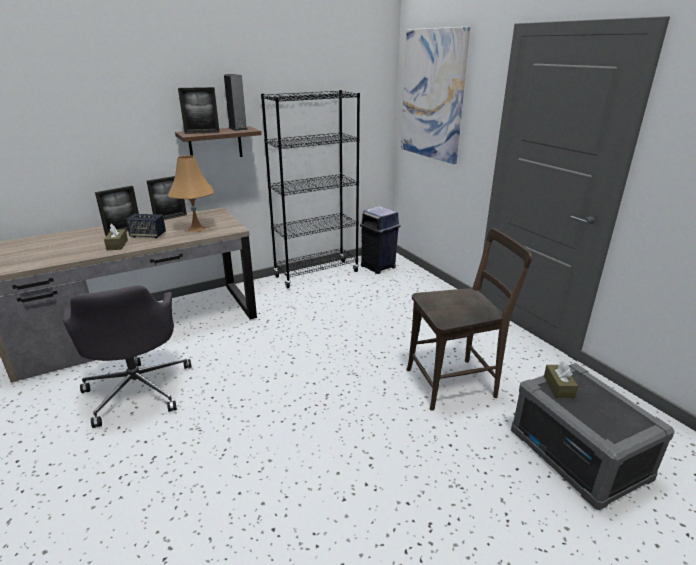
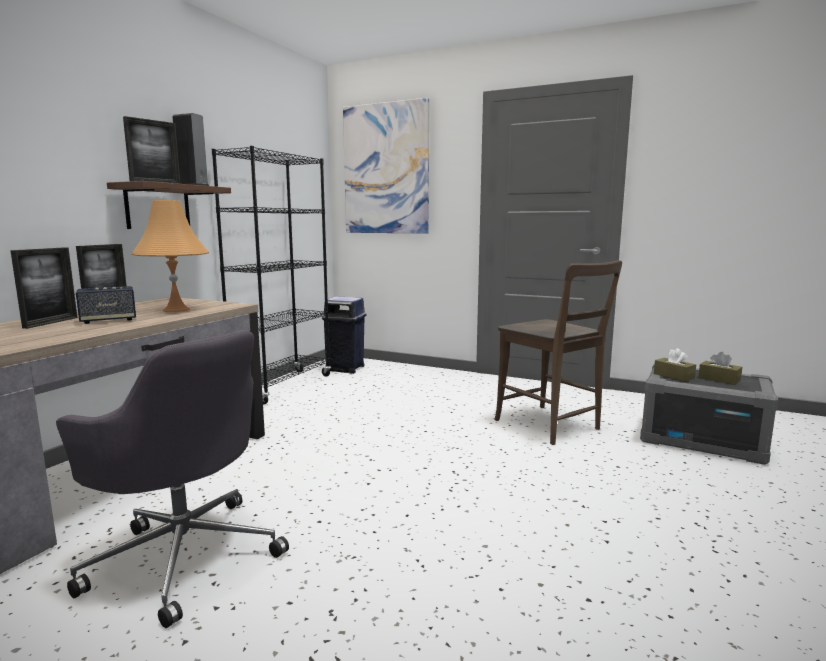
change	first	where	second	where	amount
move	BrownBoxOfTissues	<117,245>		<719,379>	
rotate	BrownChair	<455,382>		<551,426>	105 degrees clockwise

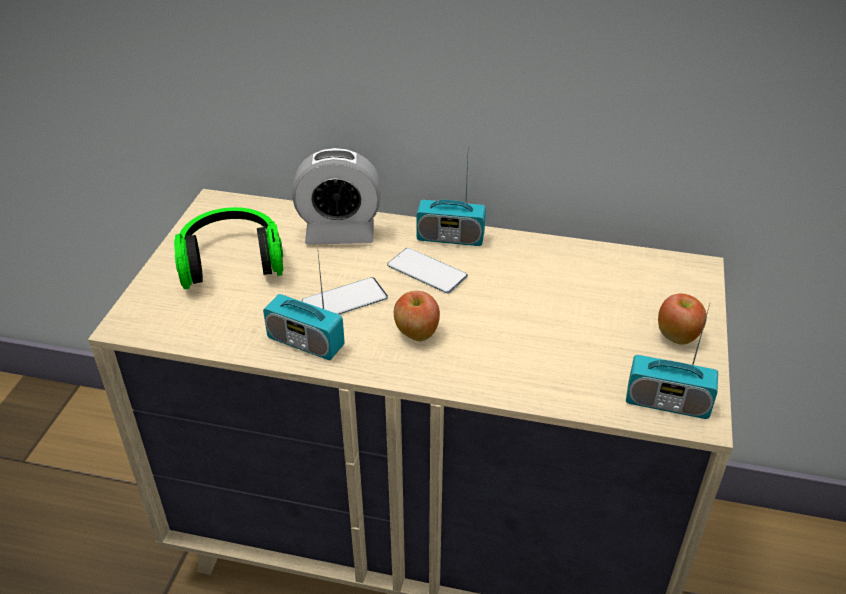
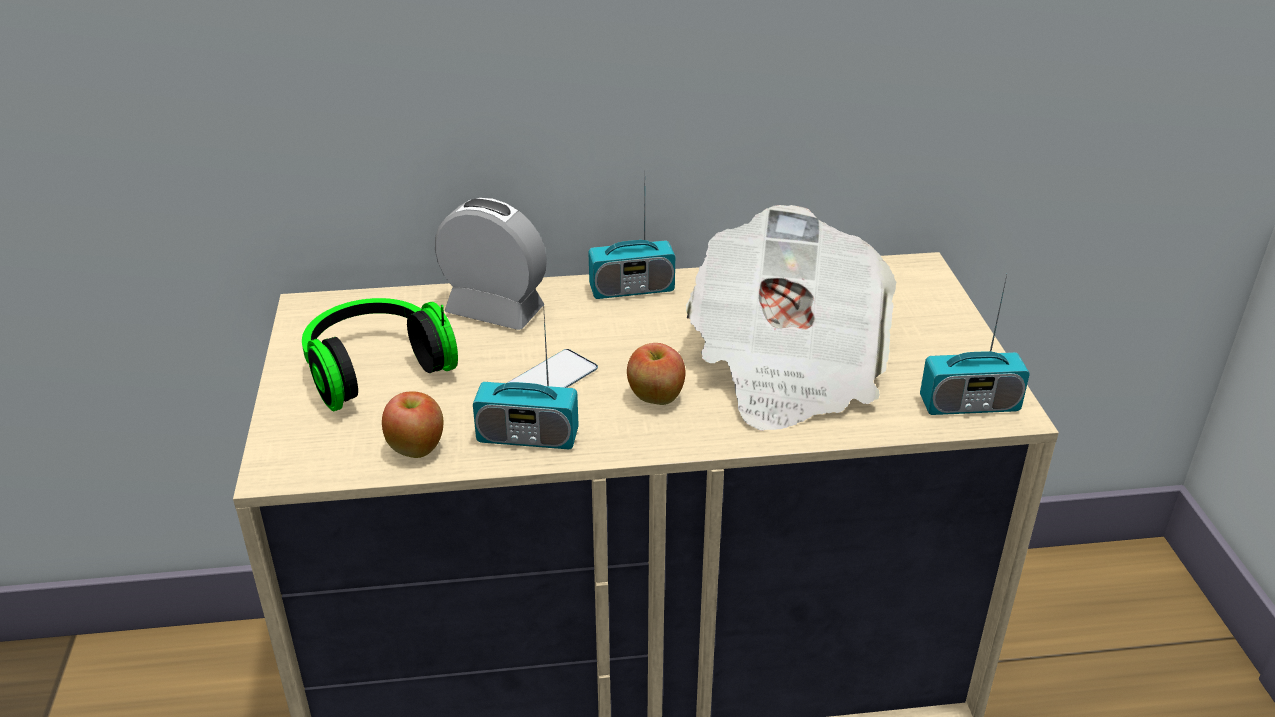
change	first	where	second	where	amount
rotate	BedsideClock	<340,234>		<495,311>	135 degrees counterclockwise
delete	Phone	<427,271>			
move	Apple	<677,336>		<417,448>	
insert			Newspaper	<786,366>	

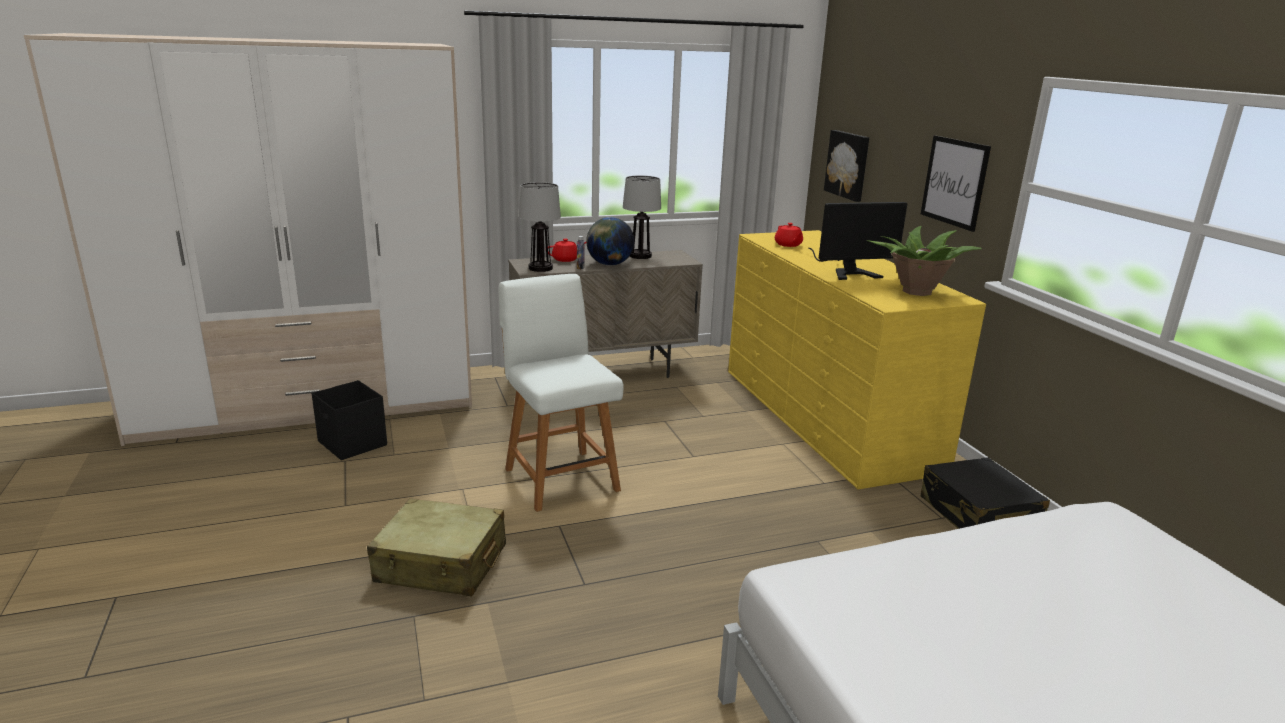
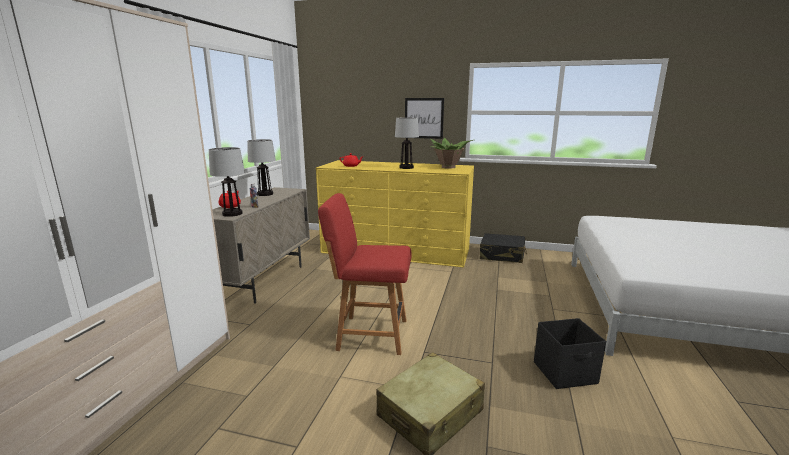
change	first	where	second	where	amount
delete	WallArt	<848,165>			
replace	ComputerScreen	<847,270>	TabletopLamp	<406,167>	
delete	Globe	<609,264>			
recolor	WhiteChair	<560,477>	ReddishChair	<369,334>	
move	BlackishStorageBin	<352,444>		<565,373>	

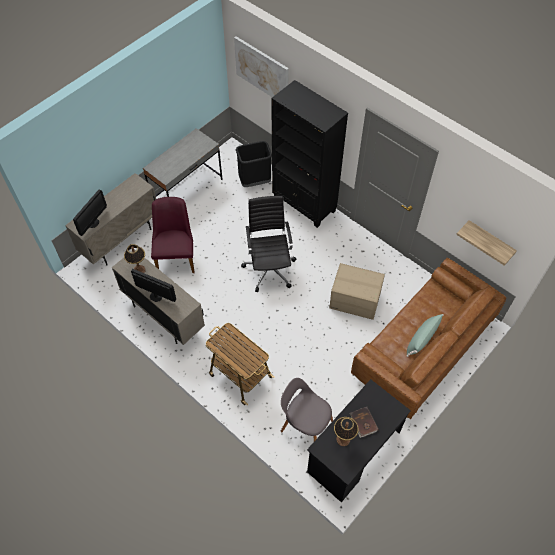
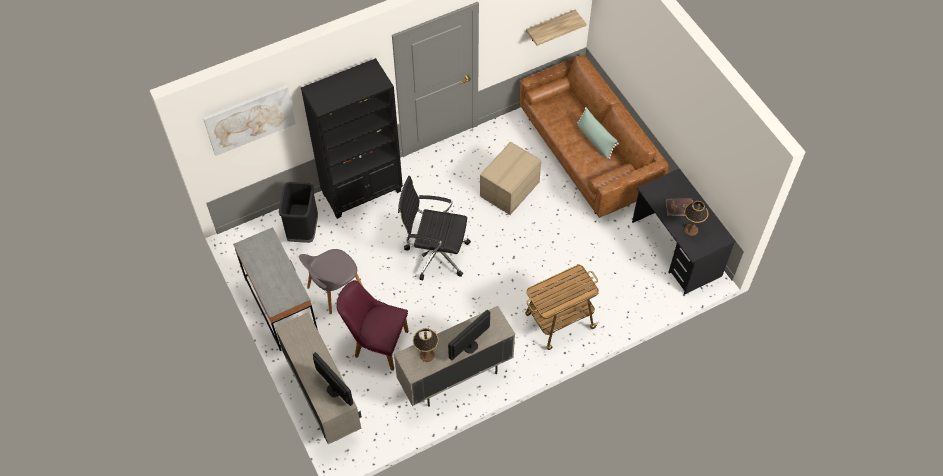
change	first	where	second	where	amount
move	GrayChair	<305,424>		<334,290>	

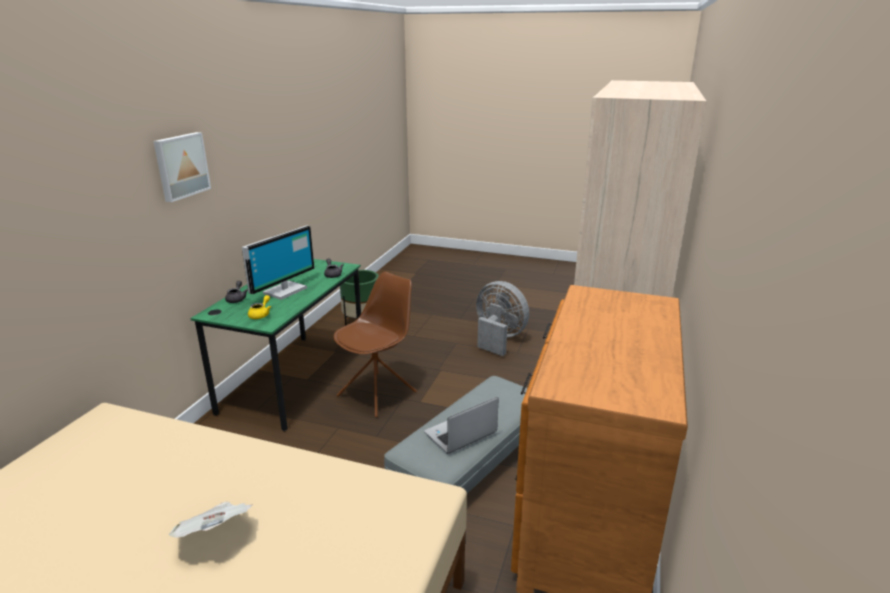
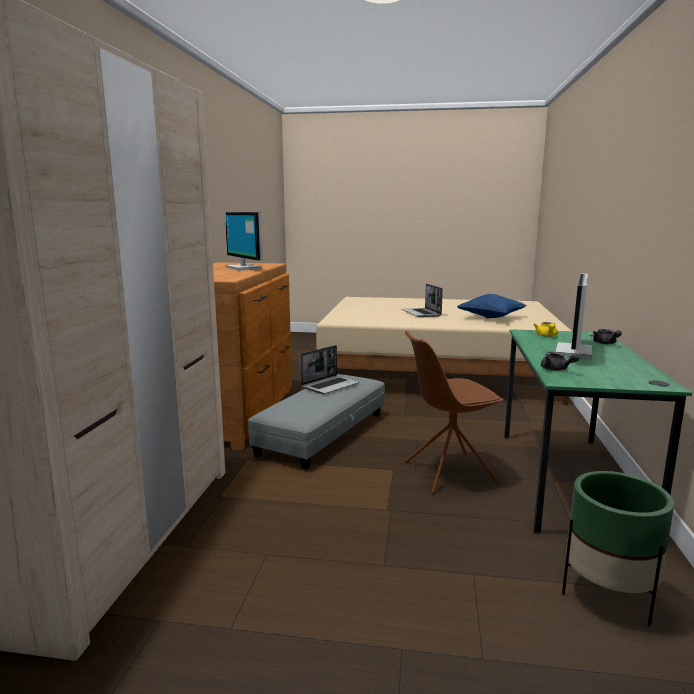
change	first	where	second	where	amount
delete	WallArt	<181,166>			
rotate	BrownChair	<378,393>		<448,473>	45 degrees clockwise
delete	GrayCoolingFan	<498,338>			
replace	Newspaper	<215,533>	NotebookComputer	<422,313>	
insert			ComputerScreen	<244,268>	
insert			BlueColouredPillow	<491,318>	

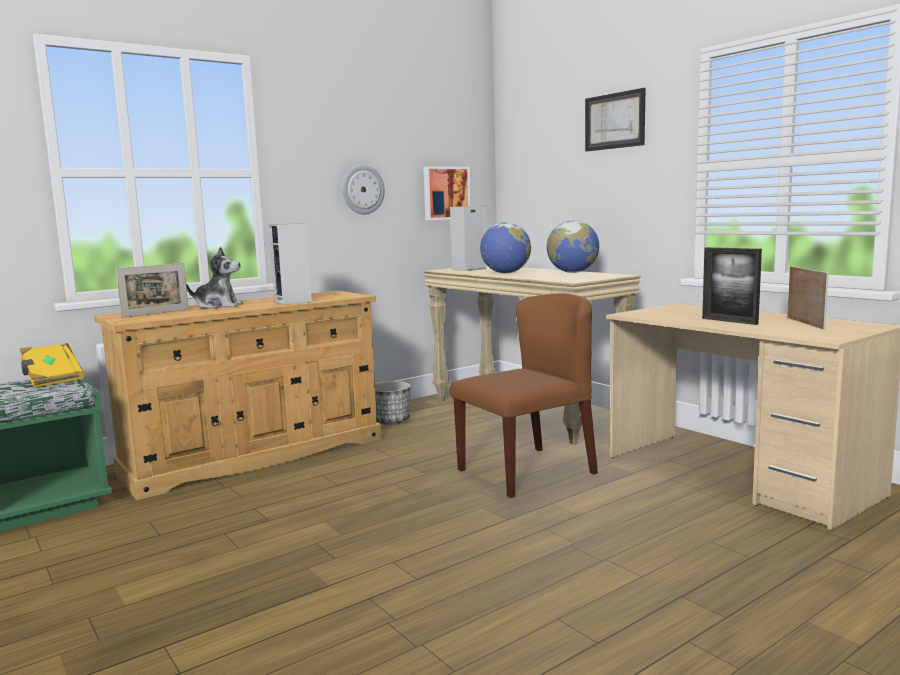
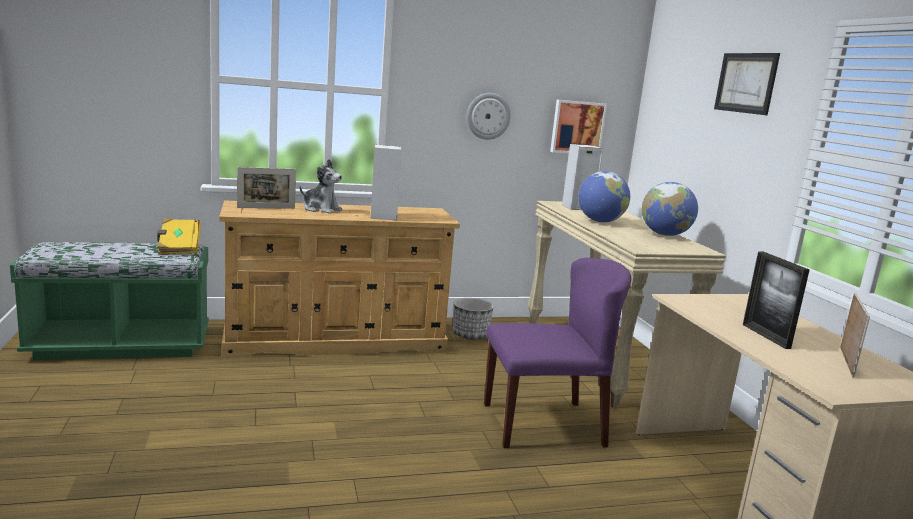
change	first	where	second	where	amount
recolor	BrownChair	<527,471>	PurpleChair	<544,424>	

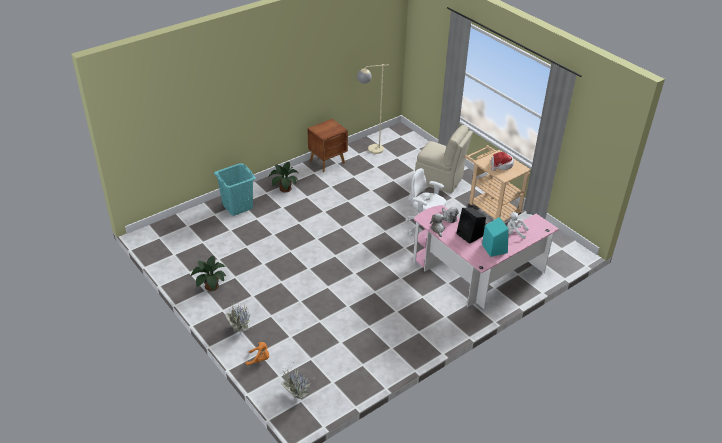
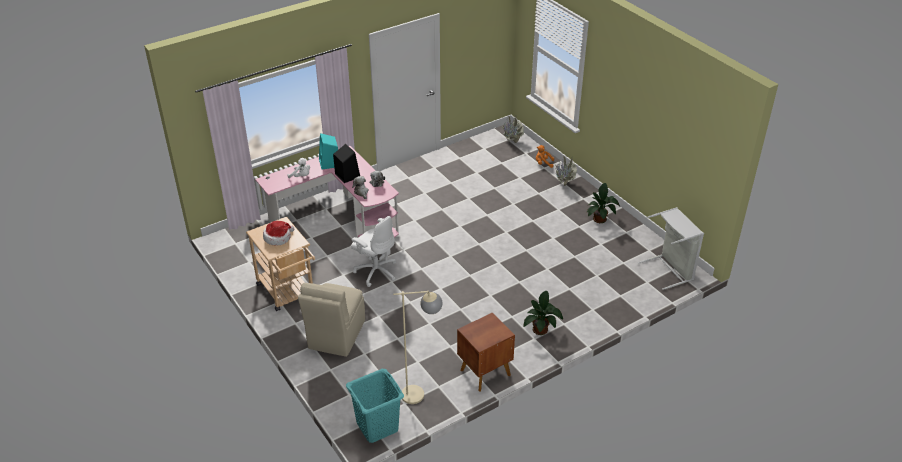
change	first	where	second	where	amount
rotate	SandColouredChair	<439,180>		<336,335>	105 degrees counterclockwise
move	TurquoiseLaundryBasket	<238,206>		<377,426>	
insert			GrayLaundryBasket	<670,270>	

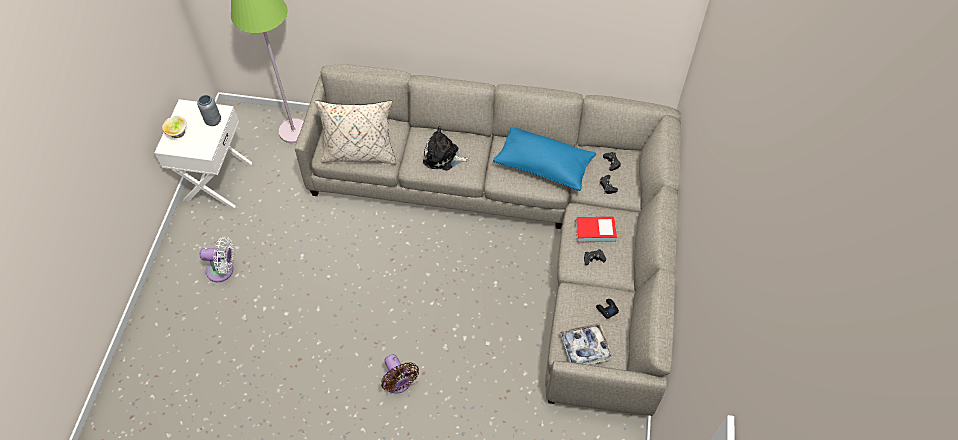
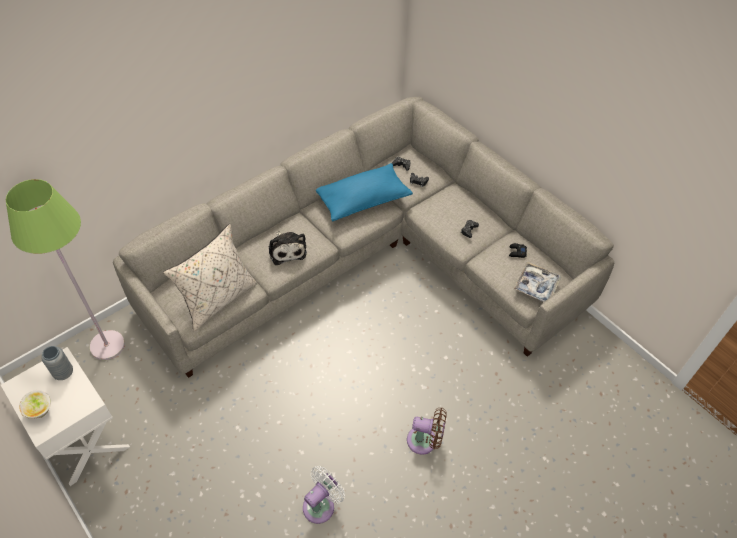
change	first	where	second	where	amount
rotate	CuddlyToy	<443,157>		<286,250>	75 degrees counterclockwise
delete	Book	<595,231>			
move	WhiteCoolingFan	<223,270>		<321,505>	

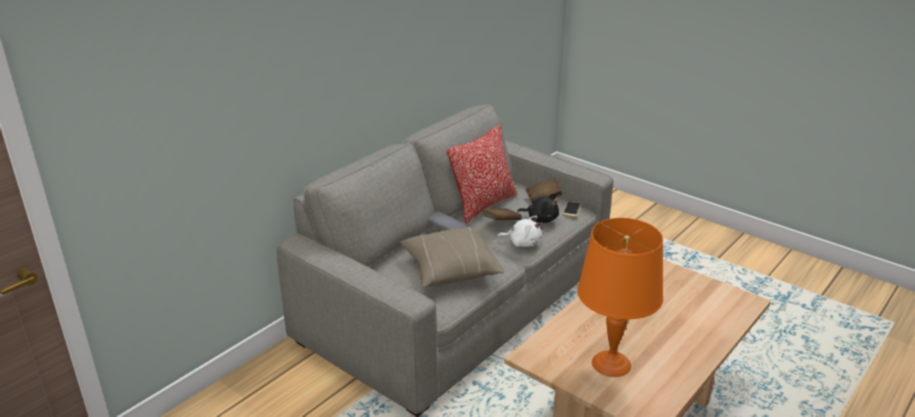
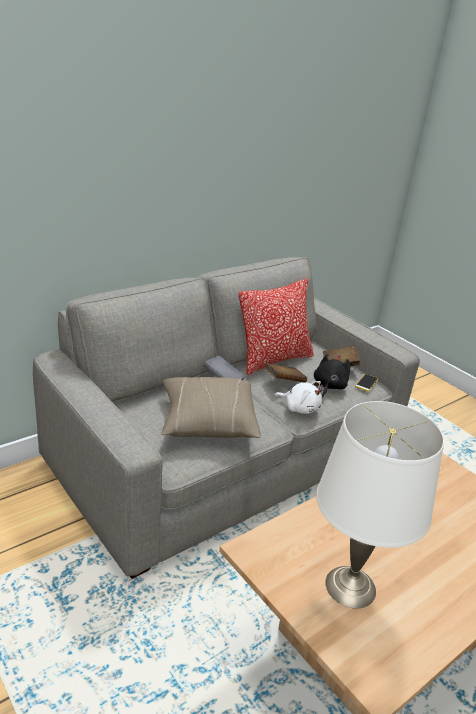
change	first	where	second	where	amount
rotate	BlackishCuddlyToy	<541,219>		<329,386>	105 degrees counterclockwise
recolor	OrangeyTabletopLamp	<611,364>	WhiteTabletopLamp	<351,587>	

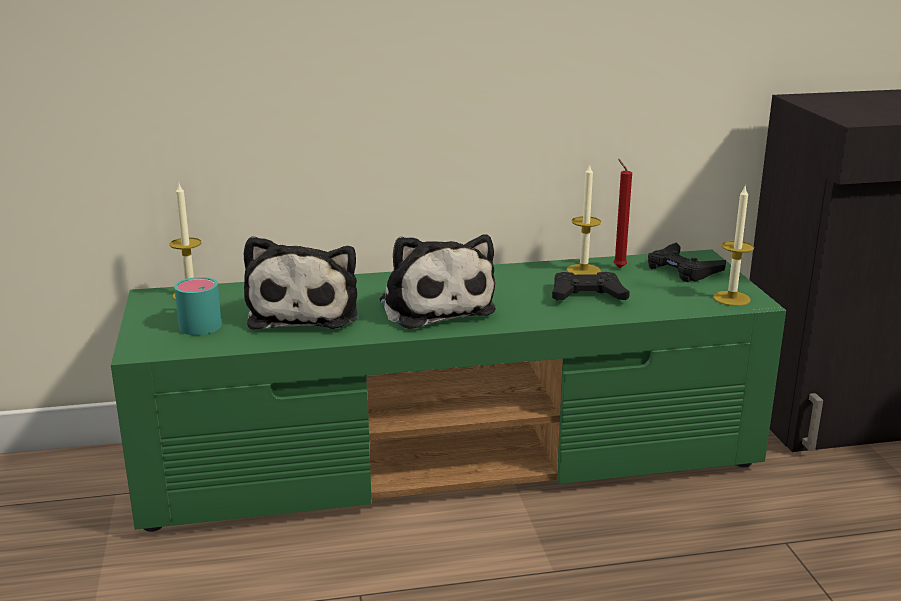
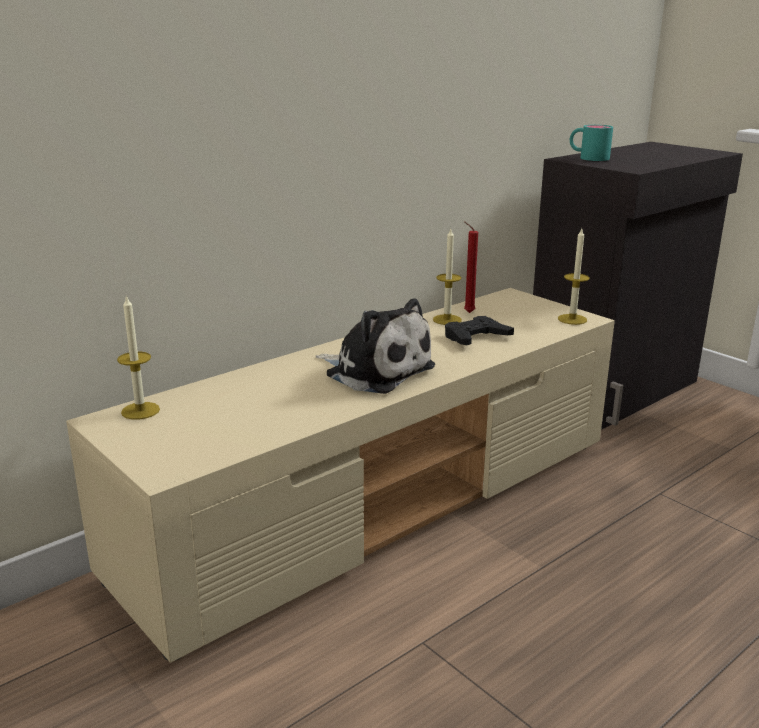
change	first	where	second	where	amount
delete	CuddlyToy	<305,311>			
delete	BlackishJoypad	<682,269>			
recolor	GreenTvStand	<454,458>	SandColouredTvStand	<380,504>	
move	TurquoiseMug	<198,322>		<588,157>	

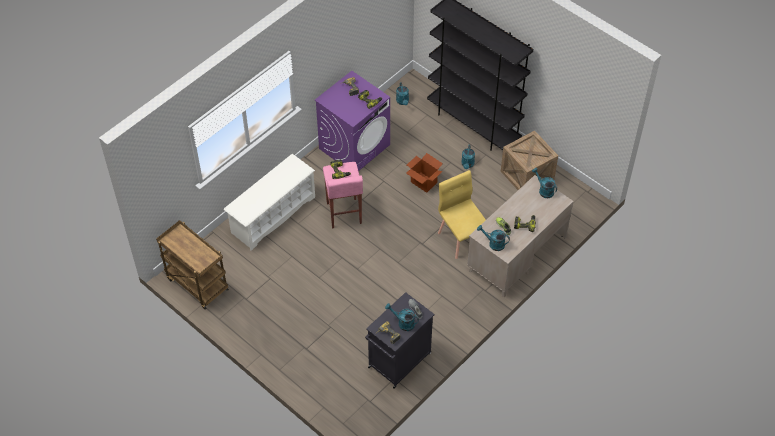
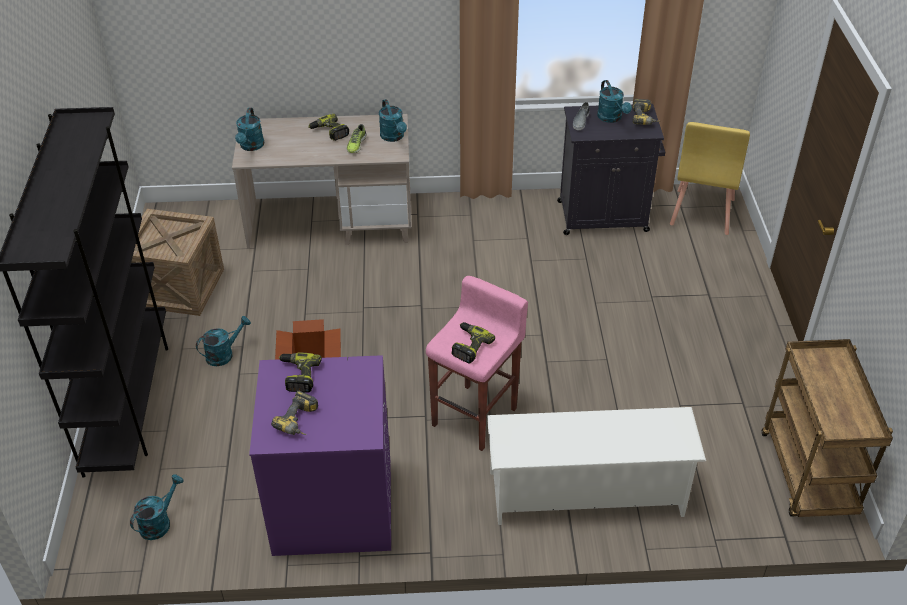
change	first	where	second	where	amount
move	YellowishChair	<462,238>		<701,212>	

